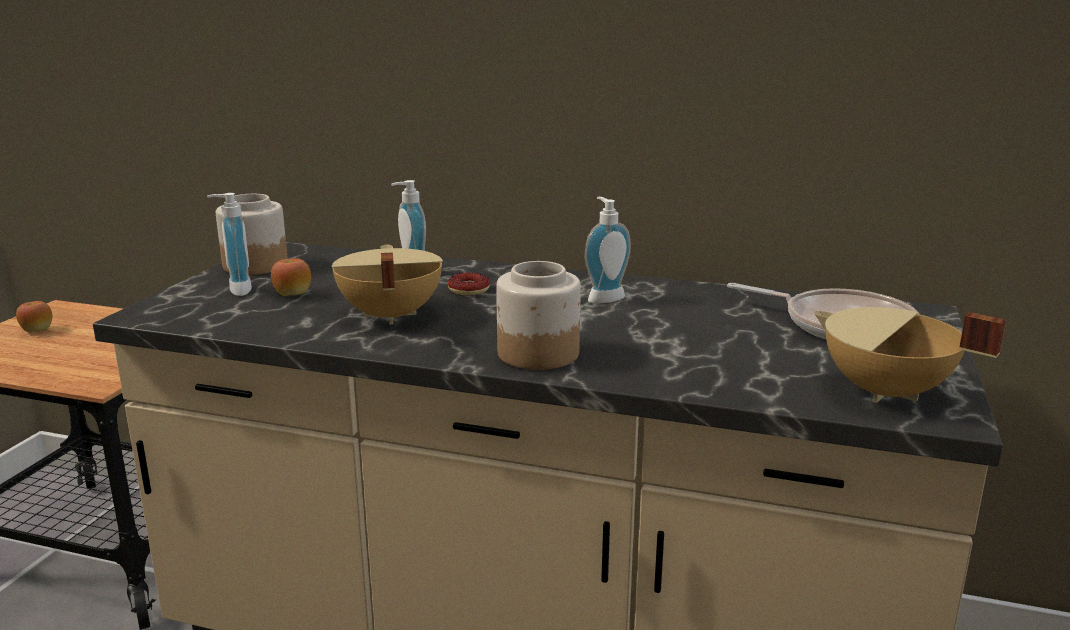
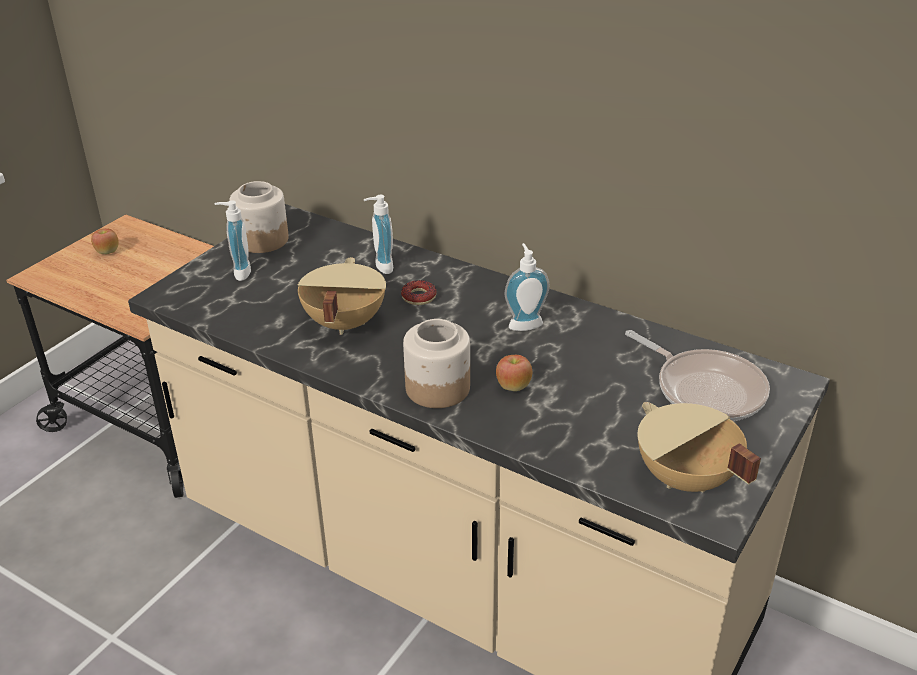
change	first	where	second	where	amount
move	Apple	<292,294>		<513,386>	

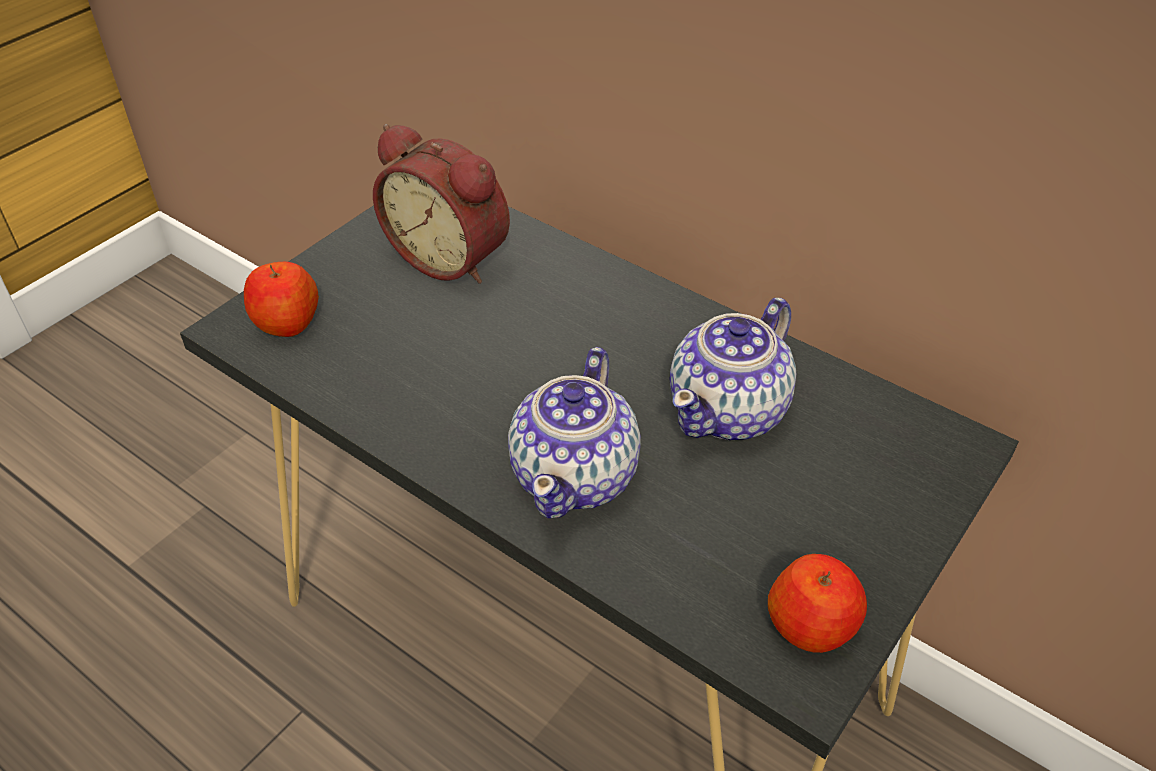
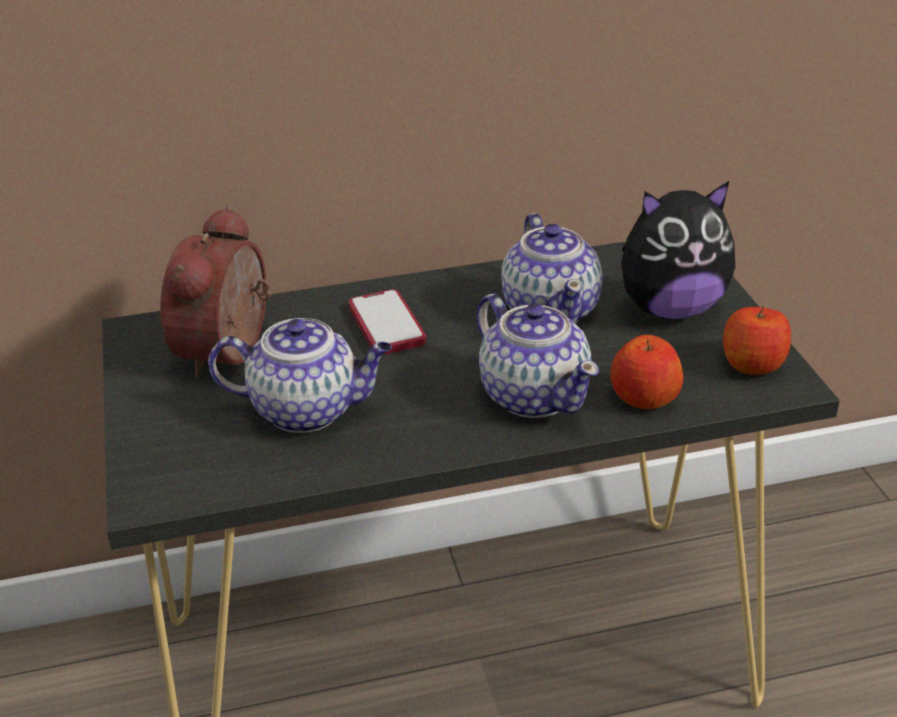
change	first	where	second	where	amount
rotate	BedsideClock	<451,257>		<231,352>	120 degrees clockwise
move	Apple	<287,322>		<644,398>	
insert			CuddlyToy	<670,309>	
insert			Phone	<386,325>	
insert			Teapot	<308,410>	

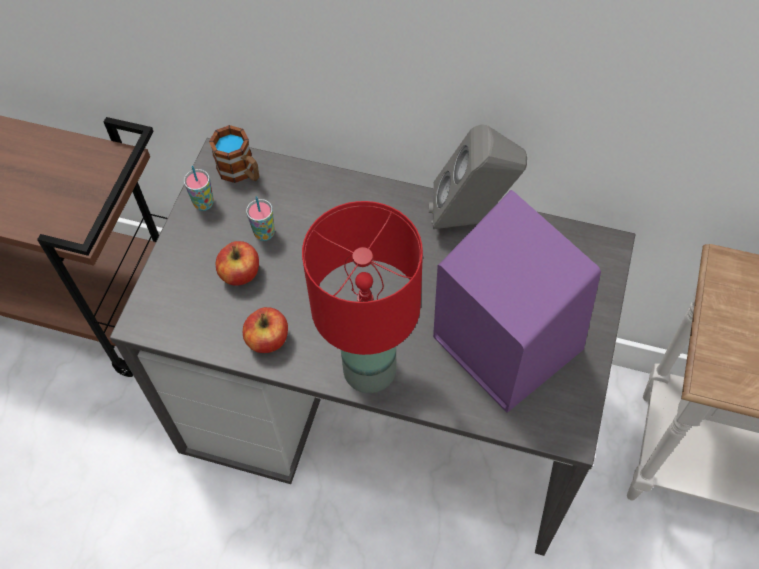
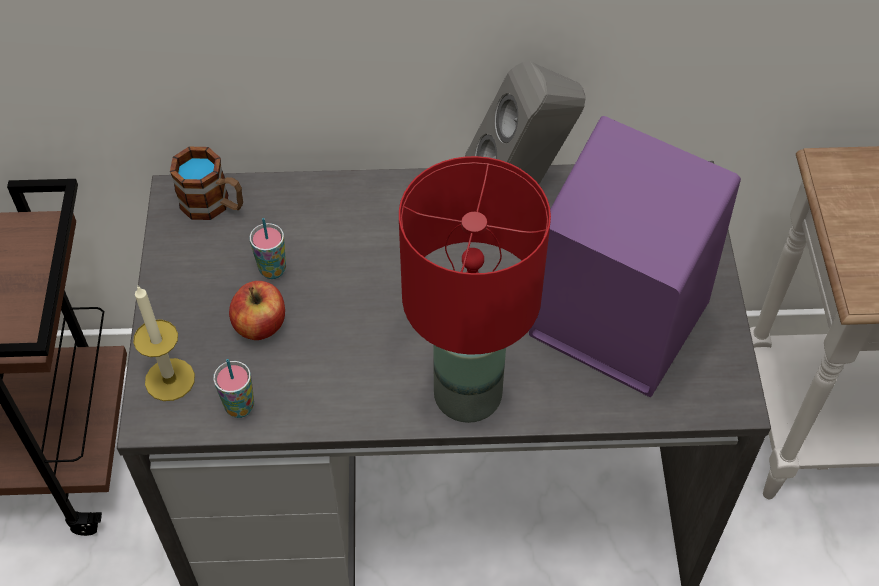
change	first	where	second	where	amount
move	SmallCup	<204,204>		<240,407>	
delete	Apple	<268,339>			
insert			Candle	<170,379>	

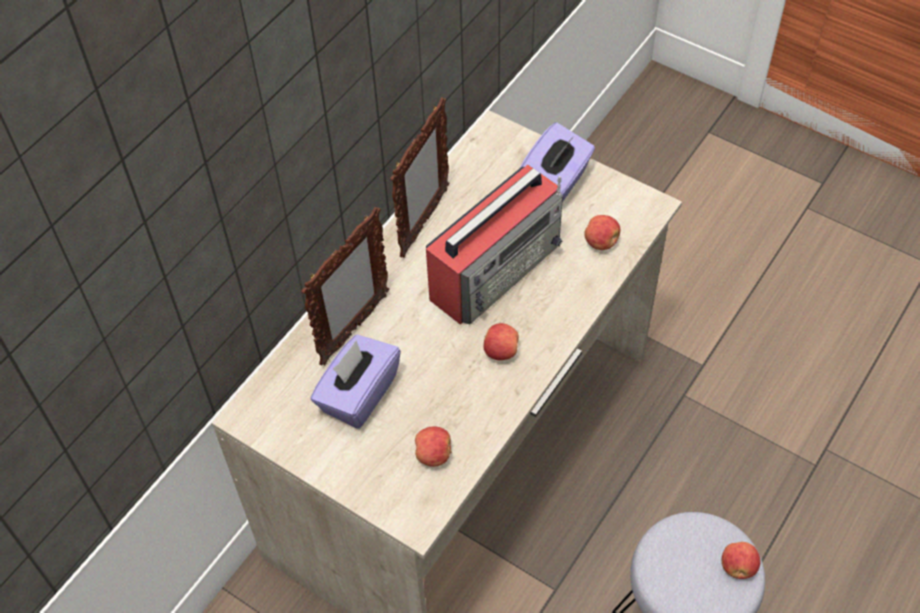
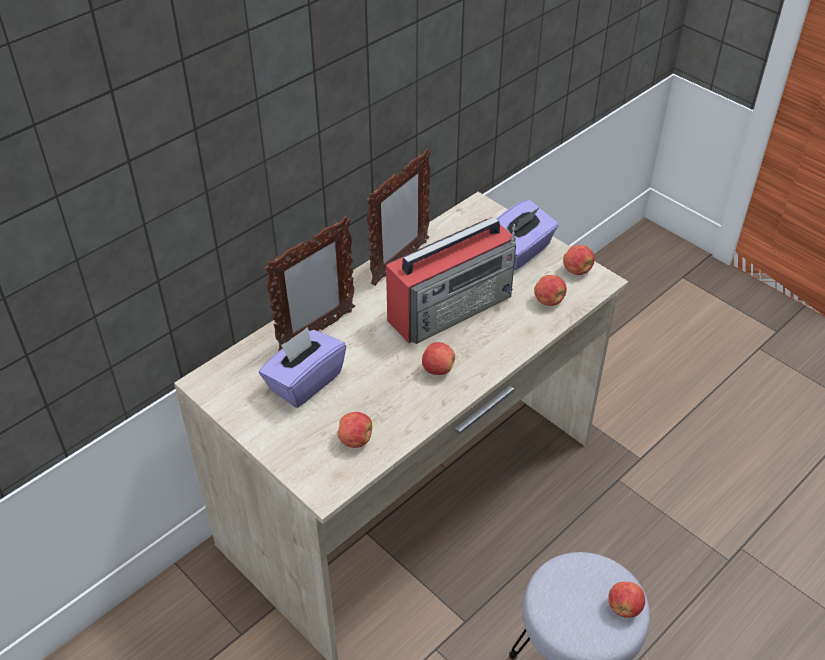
change	first	where	second	where	amount
insert			Apple	<577,270>	

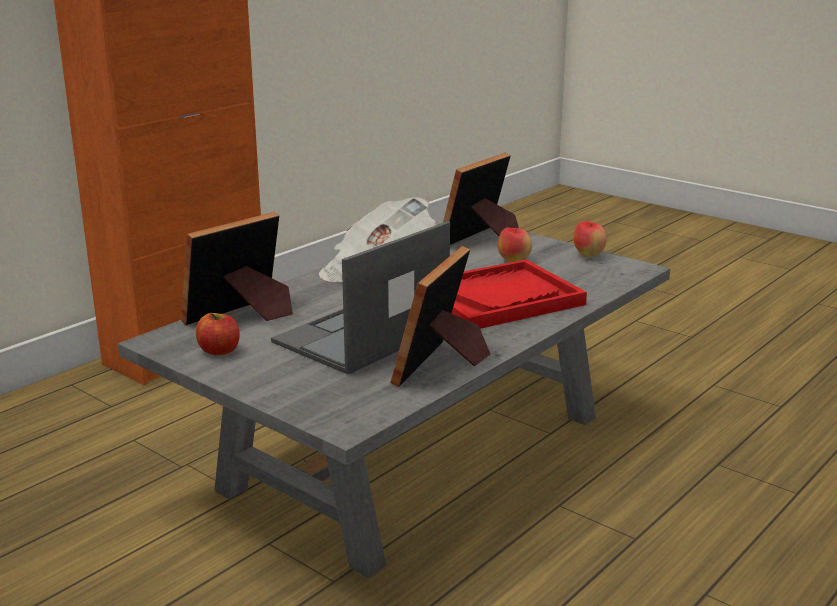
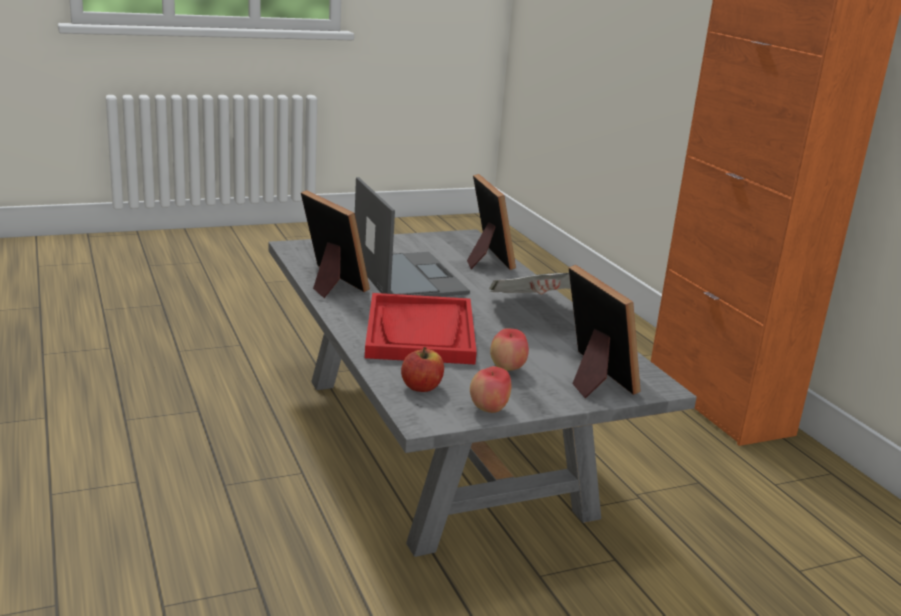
change	first	where	second	where	amount
move	Apple	<219,351>		<421,387>	

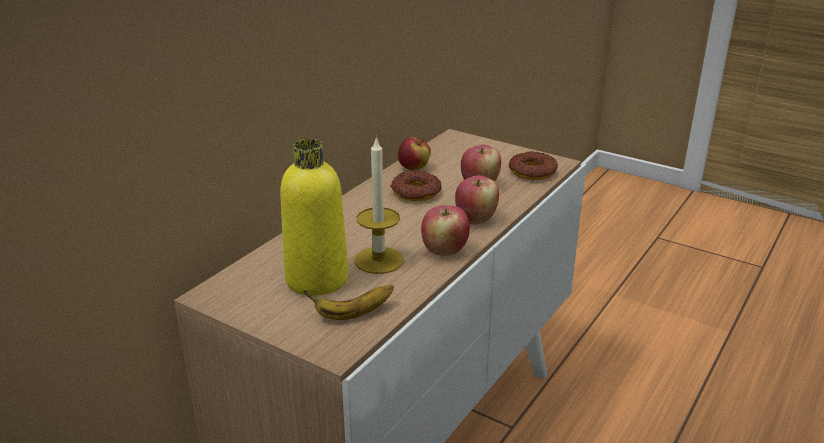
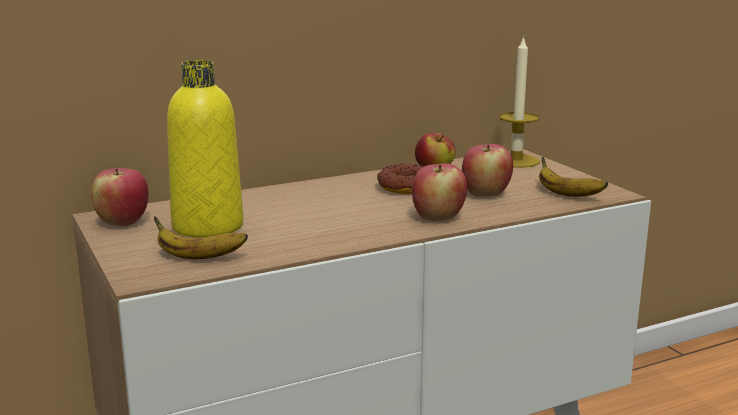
change	first	where	second	where	amount
move	Candle	<379,260>		<516,161>	
replace	RingDoughnut	<532,172>	Banana	<566,194>	
move	Apple	<444,251>		<122,222>	

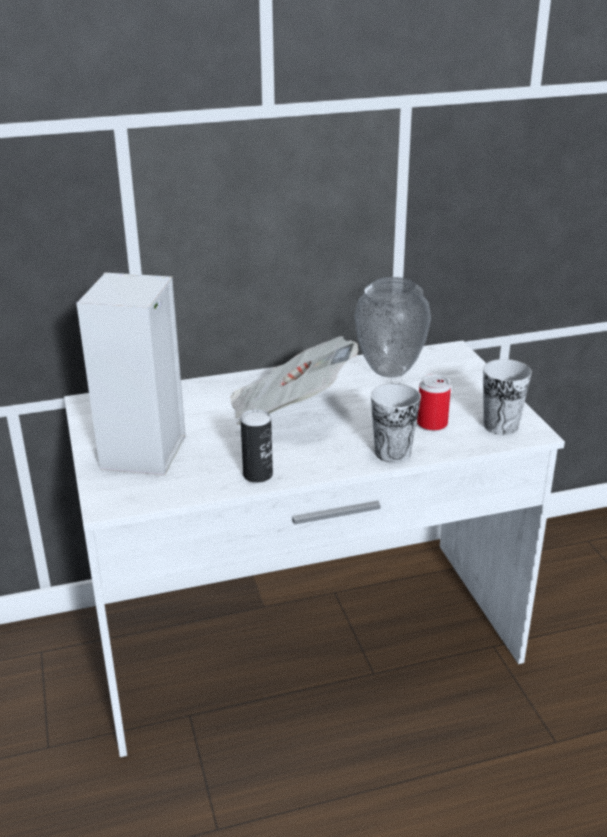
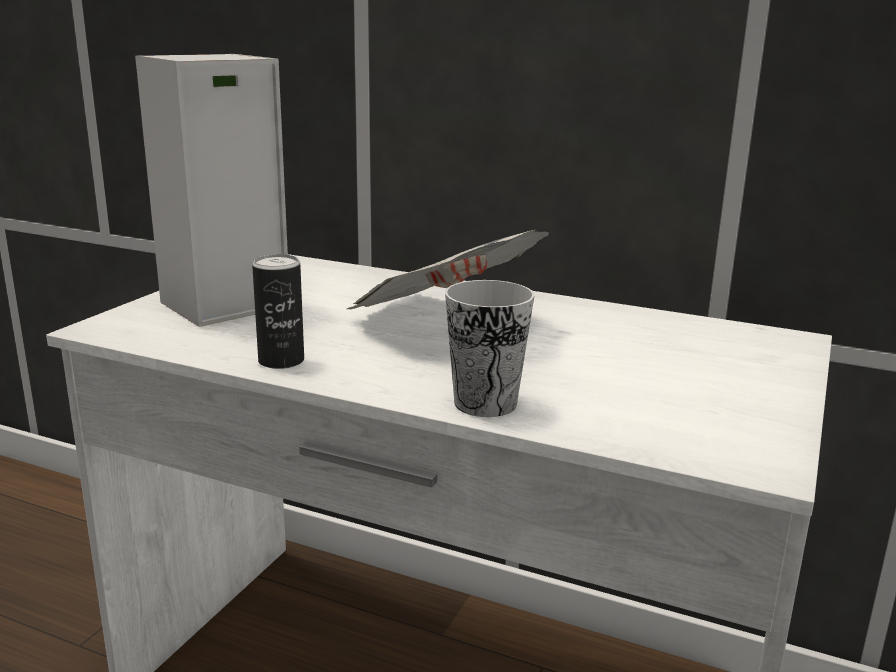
change	first	where	second	where	amount
delete	Vase	<389,371>			
delete	SmallCup	<500,425>			
delete	Can	<432,424>			

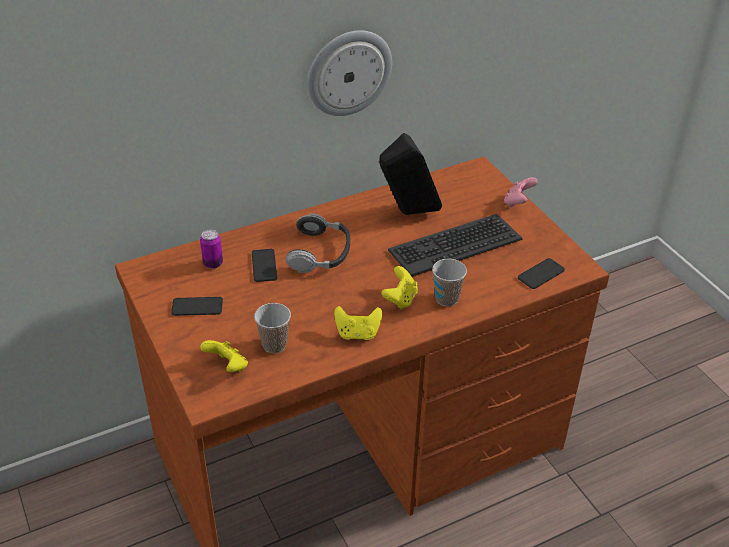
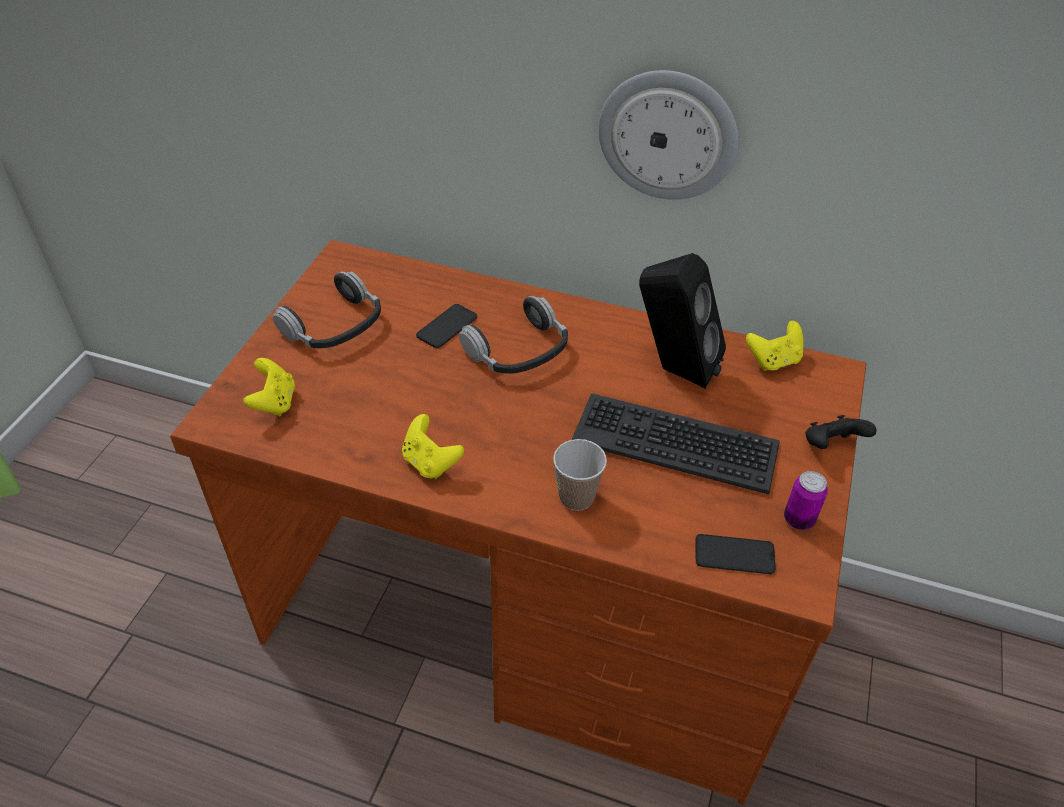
change	first	where	second	where	amount
recolor	PinkJoypad	<518,202>	BlackishJoypad	<831,446>	
move	Can	<213,264>		<798,519>	
move	YellowishJoypad	<400,299>		<773,360>	
replace	Phone	<197,307>	Headphones	<334,325>	
delete	SmallCup	<274,345>			

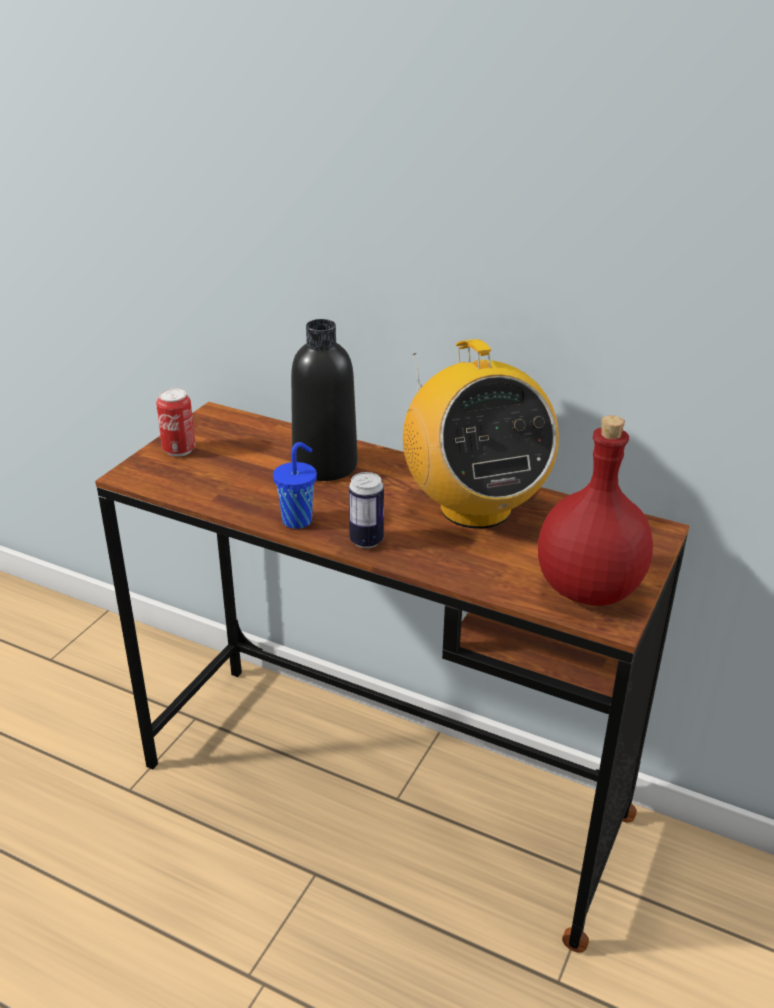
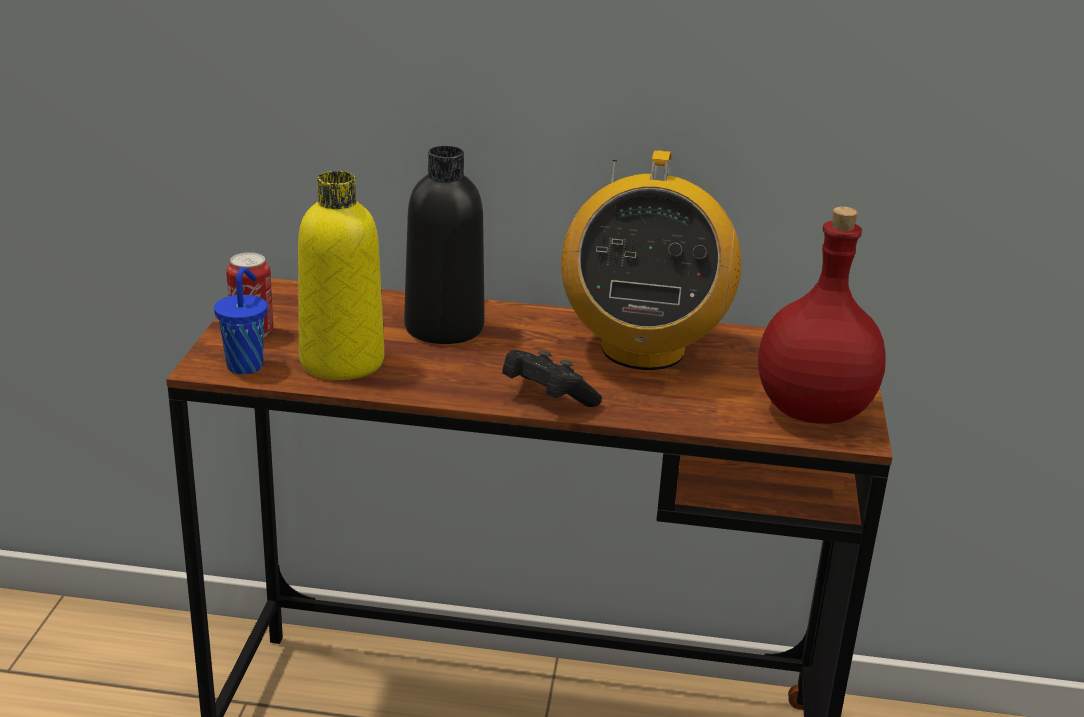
change	first	where	second	where	amount
rotate	Radio	<474,508>		<642,349>	45 degrees clockwise
move	BlueColouredSmallCup	<298,520>		<246,365>	
replace	Can	<366,541>	BlackishJoypad	<546,398>	
insert			YellowishBeverageBottle	<342,361>	

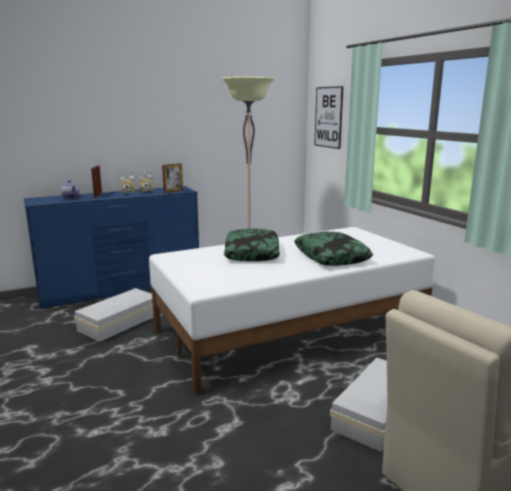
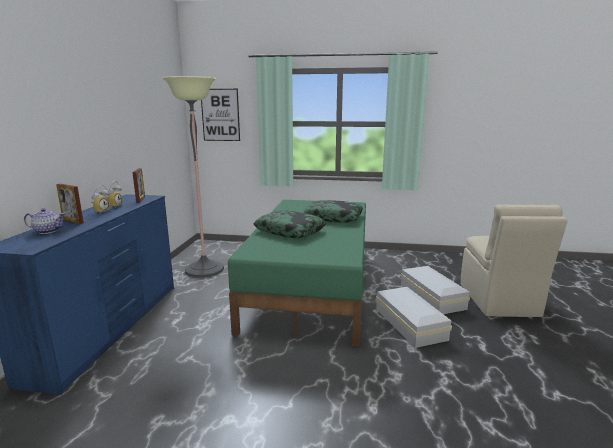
change	first	where	second	where	amount
recolor	WhiteBedroomBed	<291,330>	GreenBedroomBed	<312,285>	
move	WhiteStorageBin	<121,322>		<410,323>	

